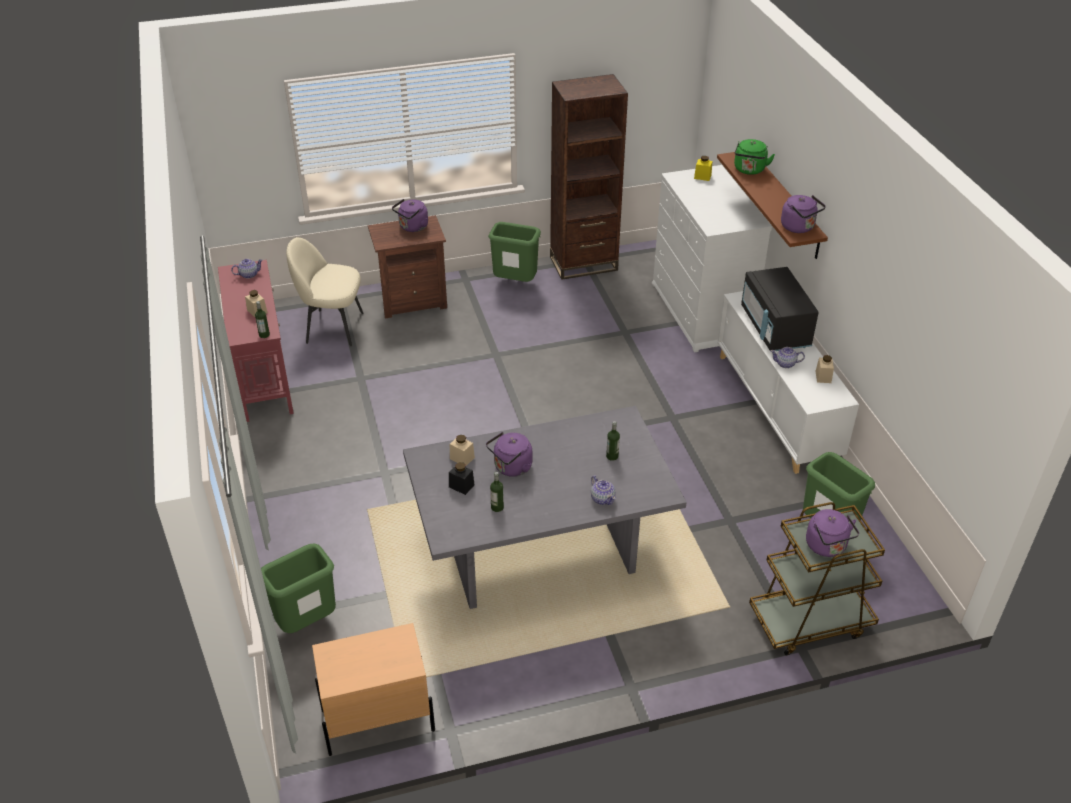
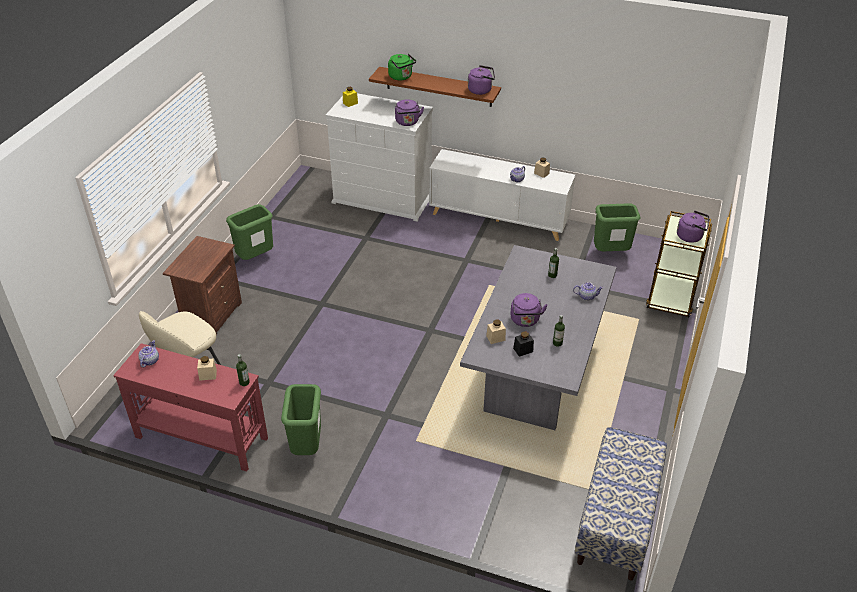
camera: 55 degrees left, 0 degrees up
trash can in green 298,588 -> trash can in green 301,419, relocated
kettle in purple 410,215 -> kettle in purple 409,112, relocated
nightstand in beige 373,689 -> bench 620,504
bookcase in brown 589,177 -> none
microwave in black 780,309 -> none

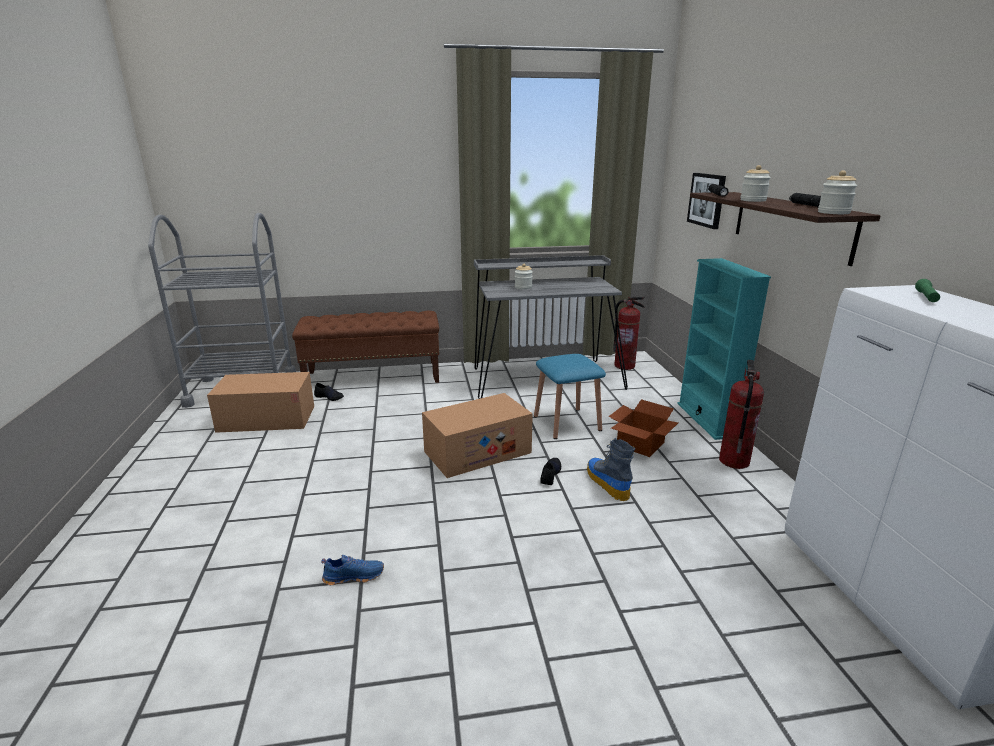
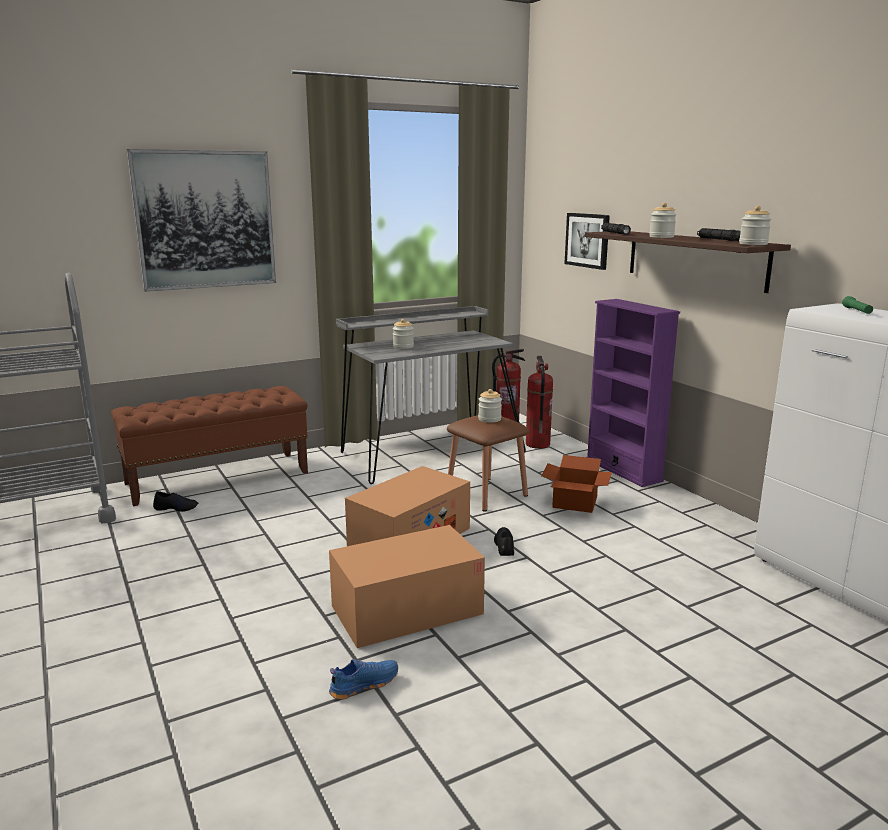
camera: 20 degrees left, 5 degrees down
none -> picture 201,220
cardboard box 260,402 -> cardboard box 407,586, relocated
stool in blue 570,396 -> stool in brown 488,463
none -> jar 490,406
fire extinguisher 741,414 -> fire extinguisher 539,402, relocated
bookcase in turquoise 724,349 -> bookcase in purple 633,393
boot 611,469 -> none

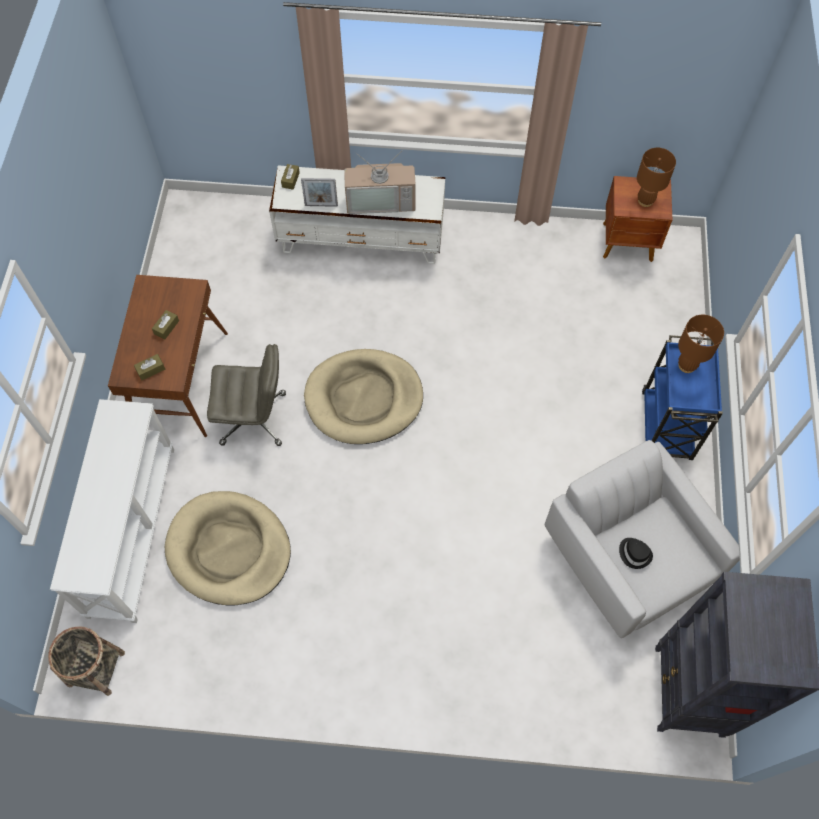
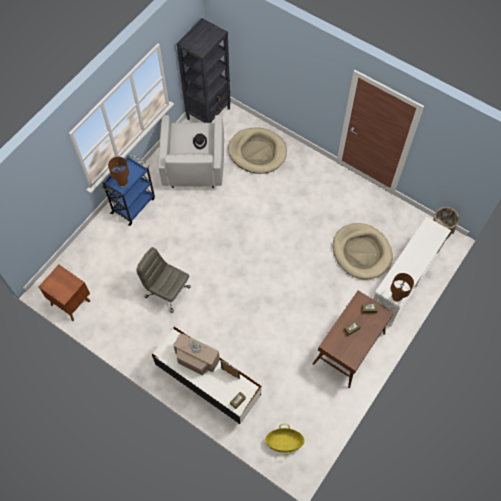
camera: 150 degrees left, 0 degrees up
office chair in grey 246,395 -> office chair in grey 163,280, relocated
dog bed in beige 363,396 -> dog bed in beige 257,150, relocated
none -> basket 285,439
table lamp in brown 656,177 -> table lamp in brown 402,287, relocated

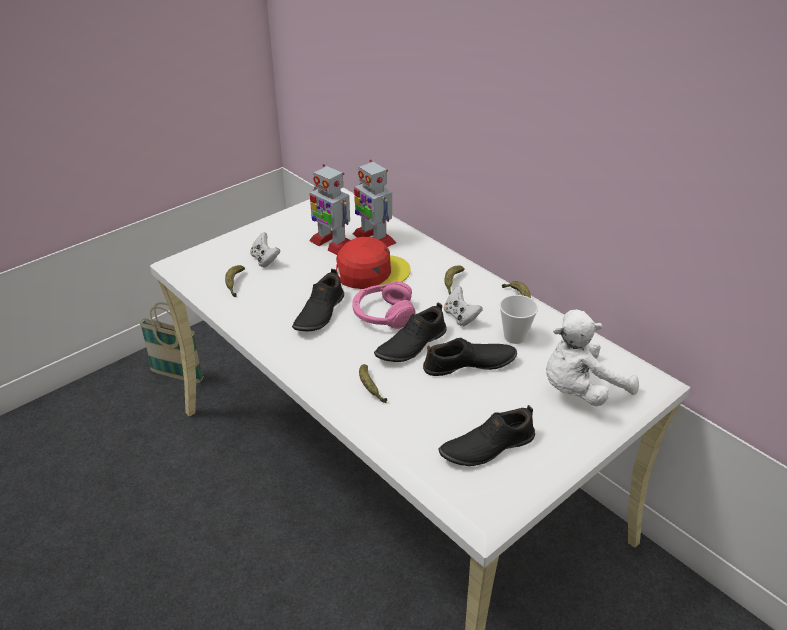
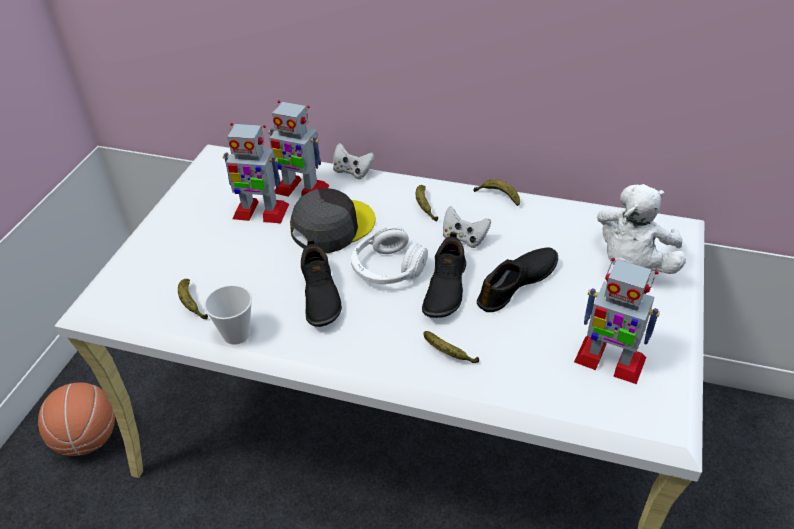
camera: 30 degrees left, 5 degrees up
basket 171,342 -> basketball 76,419
cup 518,319 -> cup 228,315, relocated
cap in red 373,263 -> cap in grey 332,220
game controller in white 265,249 -> game controller in white 354,161, relocated
headphones in pink 383,305 -> headphones in white 389,254
shoe in black 487,435 -> toy robot 617,321

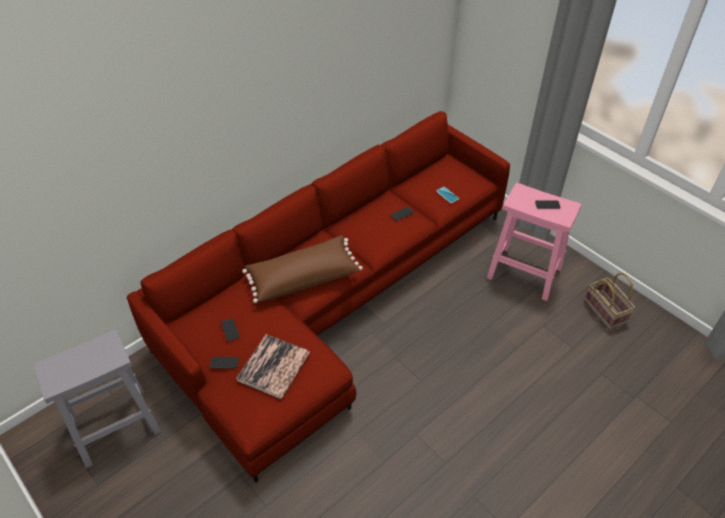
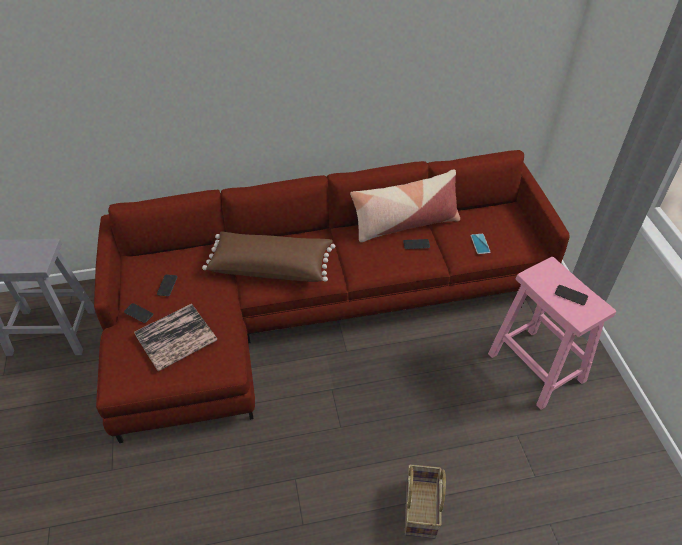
camera: 30 degrees right, 0 degrees up
none -> pillow 405,205
basket 609,301 -> basket 425,501, relocated

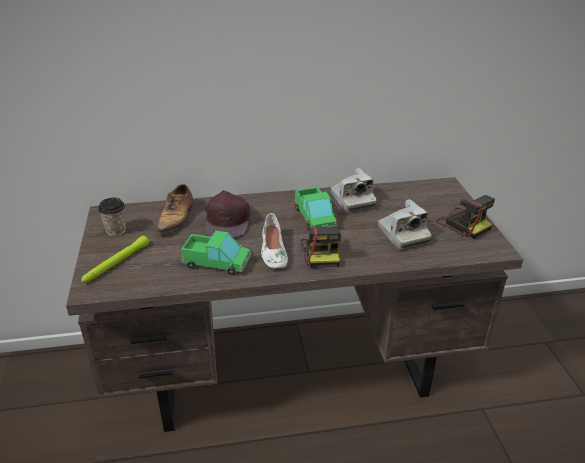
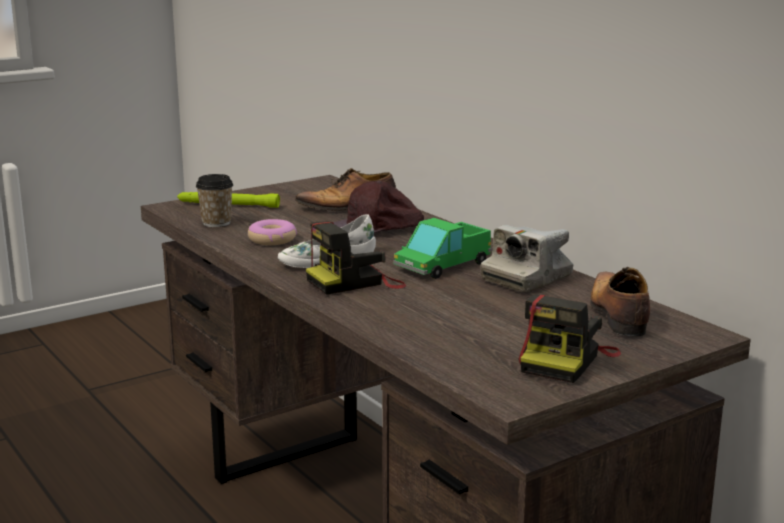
camera: 65 degrees right, 15 degrees down
cup 112,217 -> cup 214,200, relocated
toy truck 216,253 -> donut 272,232
none -> shoe 620,301
photo camera 405,224 -> none

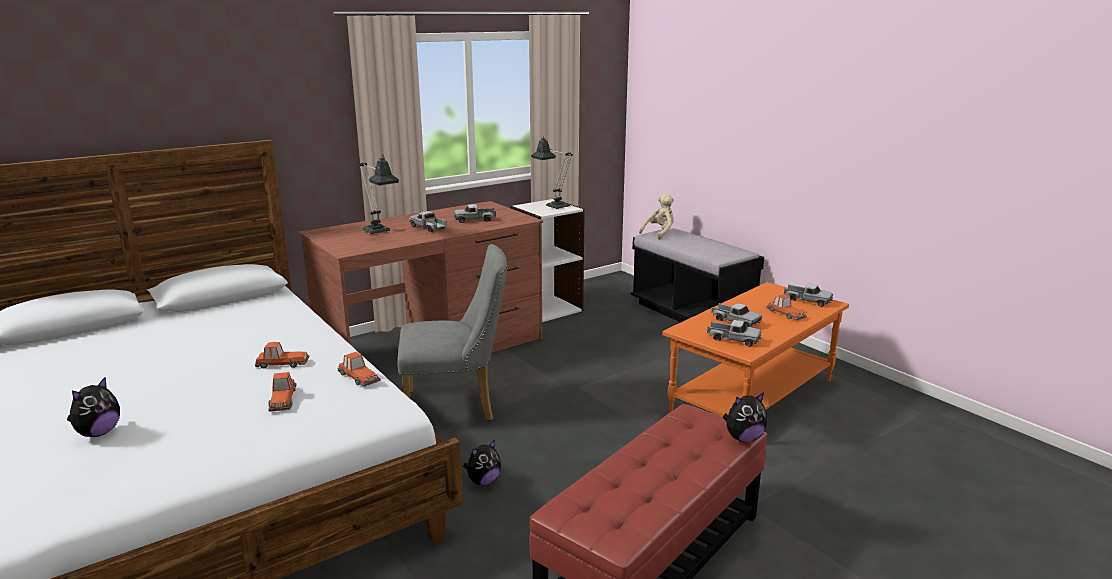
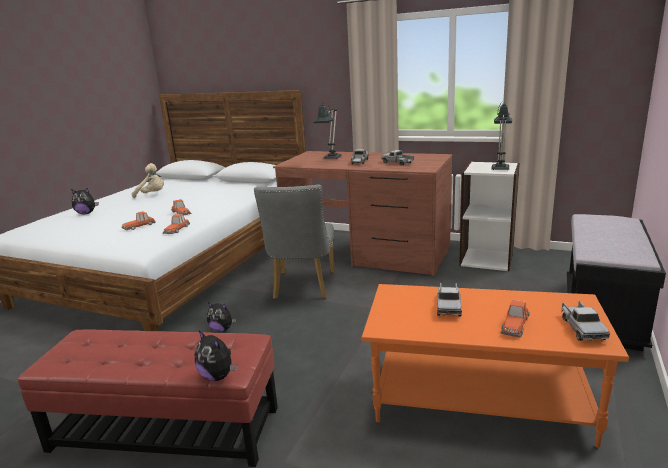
camera: 60 degrees right, 0 degrees up
plush toy in beige 656,217 -> plush toy in beige 148,180, relocated
chair in grey 452,332 -> chair in grey 294,242, 45 degrees clockwise
toy truck 734,333 -> none

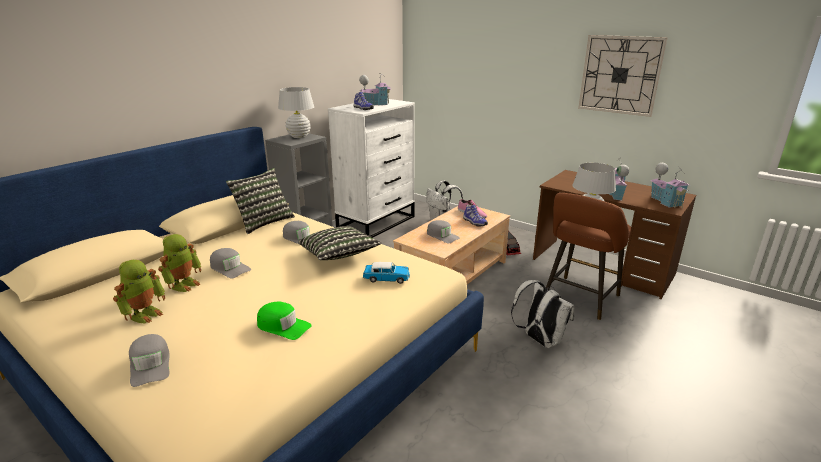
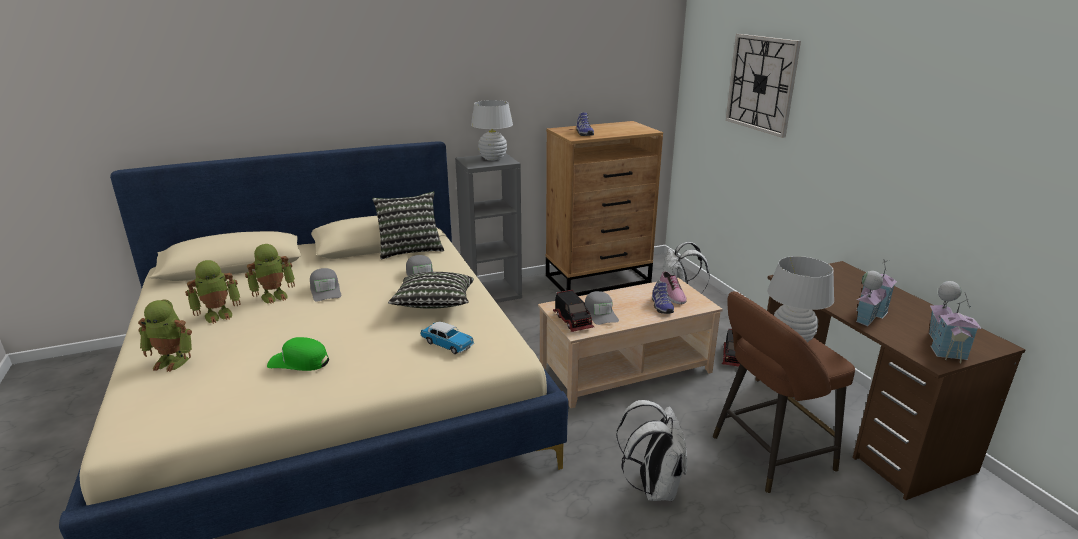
camera: 30 degrees right, 0 degrees up
cap in grey 149,360 -> toy robot 165,335
cap in green 284,320 -> cap in green 298,354, 135 degrees clockwise
dresser in white 371,168 -> dresser in brown 604,208
none -> toy truck 573,311
wall clock 623,76 -> wall clock 763,86, relocated
toy house 375,88 -> none

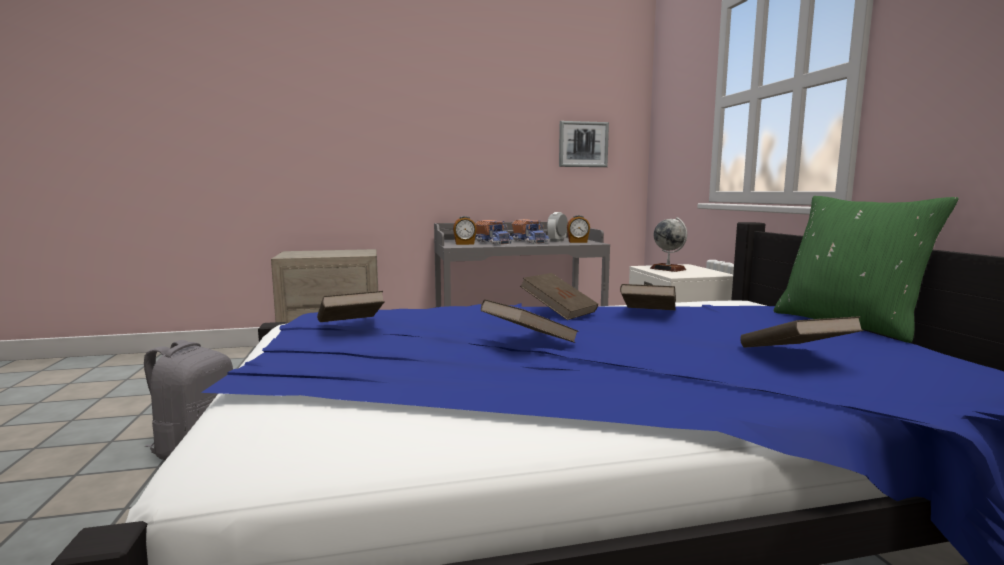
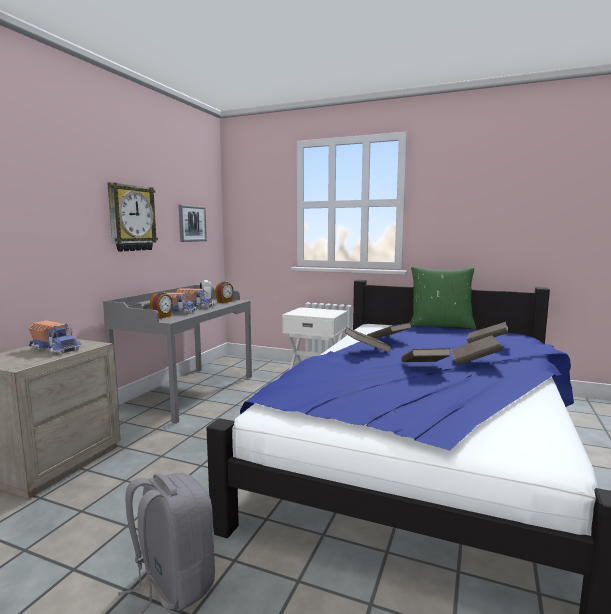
camera: 55 degrees left, 0 degrees up
none -> toy truck 55,337
none -> wall clock 133,217
book in brown 351,306 -> book in brown 476,350, relocated
globe 668,244 -> none

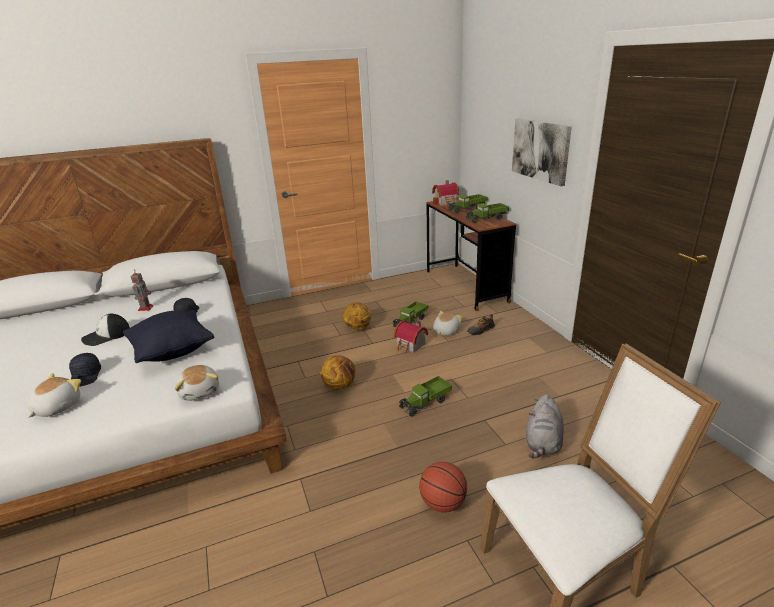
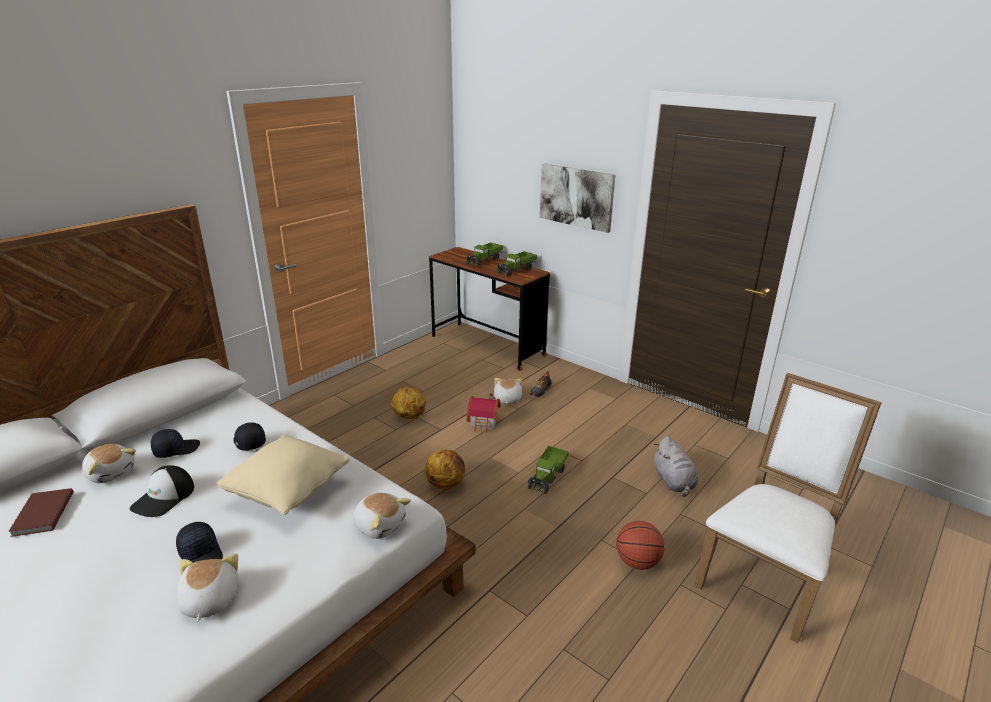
camera: 30 degrees left, 0 degrees up
none -> book in brown 41,512
none -> plush toy 109,463
toy robot 142,291 -> cap in black 175,443
pillow in black 168,336 -> pillow in beige 283,475
toy truck 410,314 -> none
toy house 445,193 -> none

